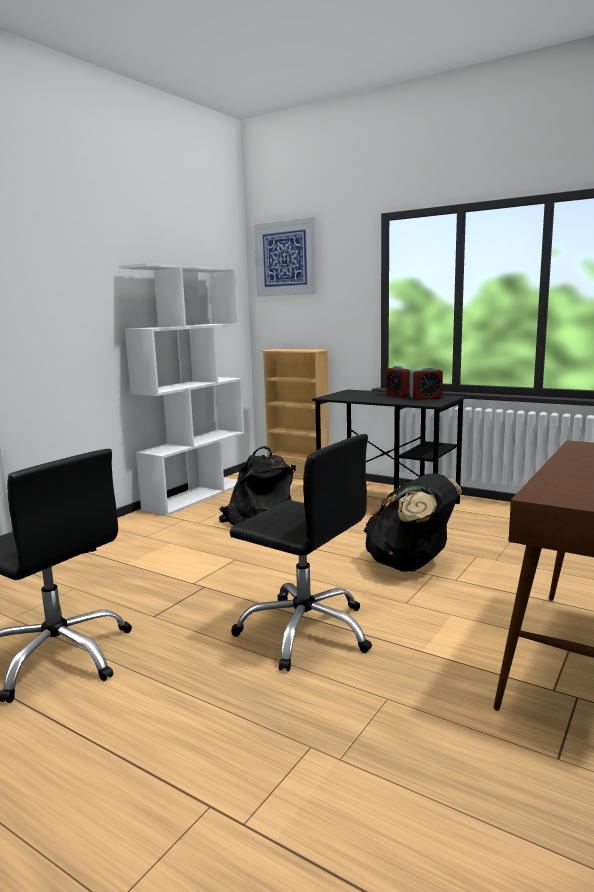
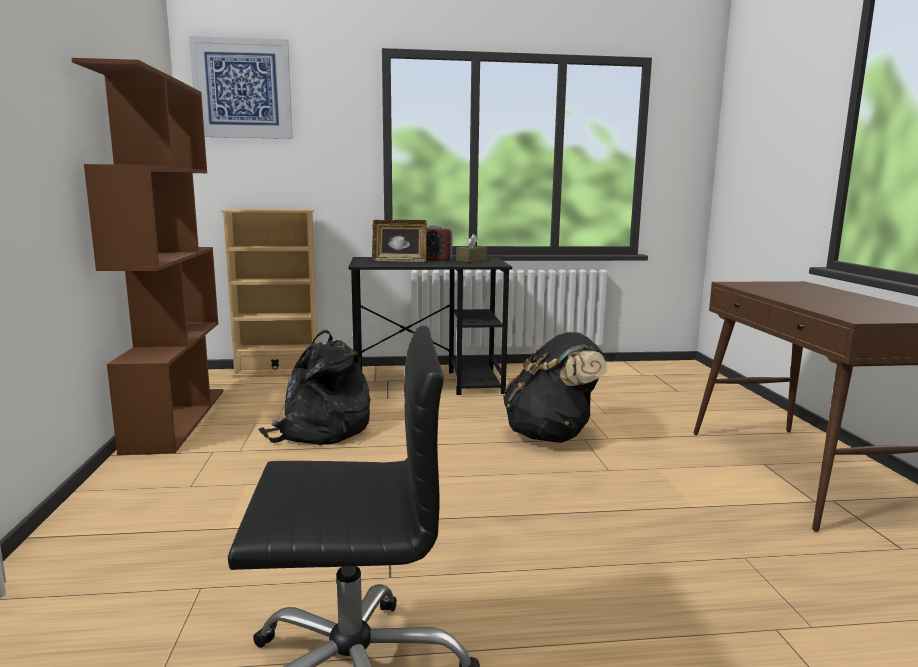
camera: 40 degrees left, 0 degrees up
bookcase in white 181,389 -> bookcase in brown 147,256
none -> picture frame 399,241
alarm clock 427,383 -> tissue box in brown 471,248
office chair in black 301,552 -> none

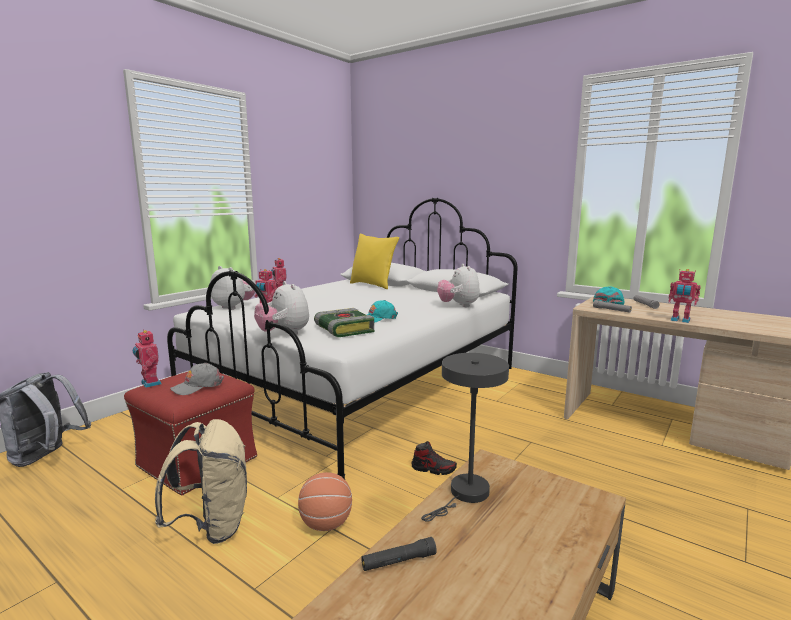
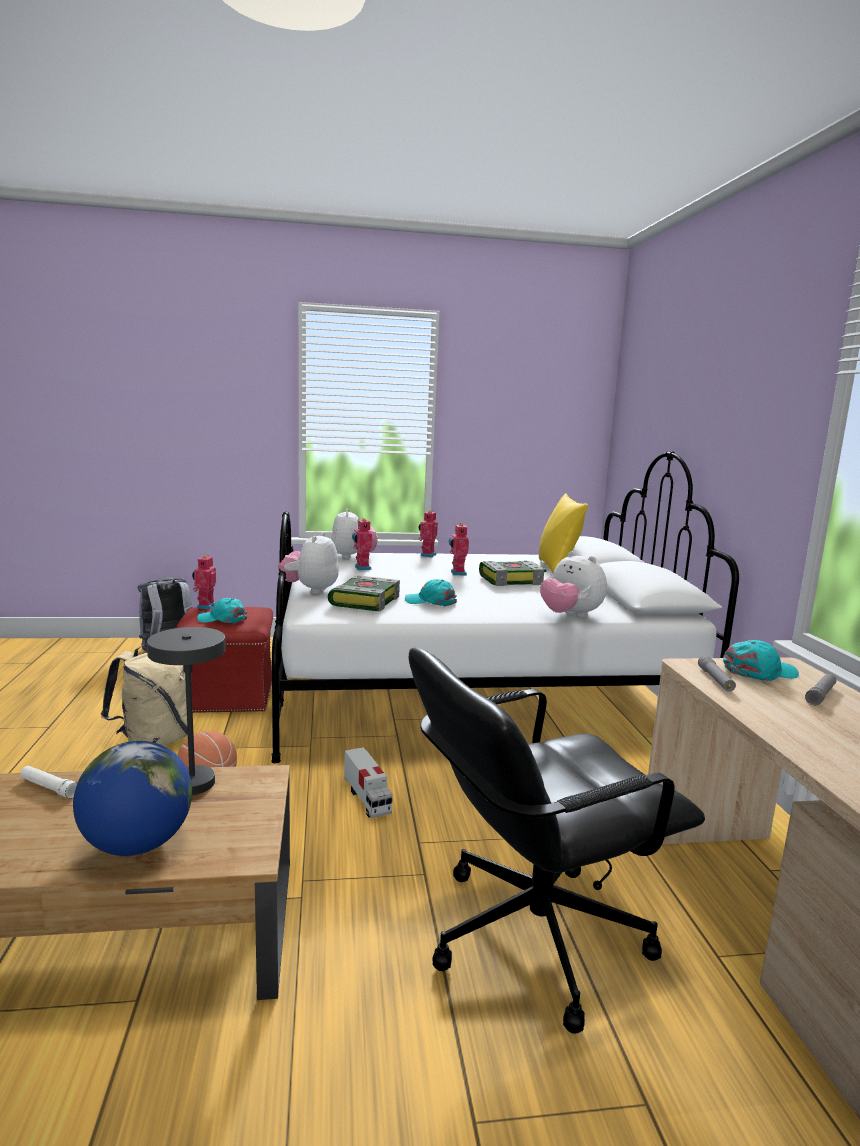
camera: 45 degrees right, 0 degrees up
flashlight in black 399,554 -> flashlight in white 48,782
none -> globe 132,798
cap in grey 197,379 -> cap in turquoise 222,610
shoe 434,458 -> toy truck 368,782
none -> office chair in black 557,841
toy robot 685,296 -> toy robot 459,549, relocated
none -> book 512,573
plush toy 458,285 -> plush toy 573,585, 75 degrees counterclockwise

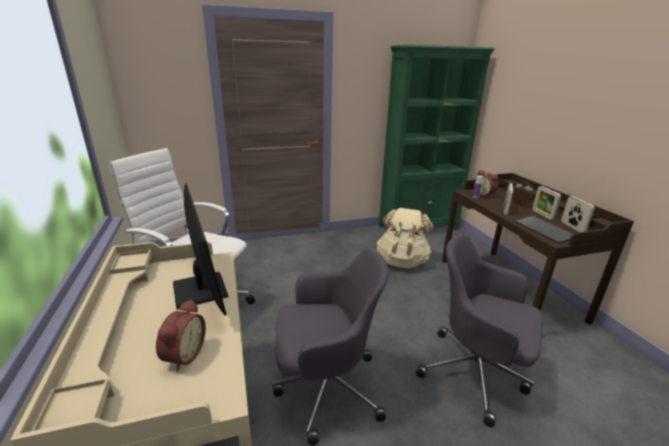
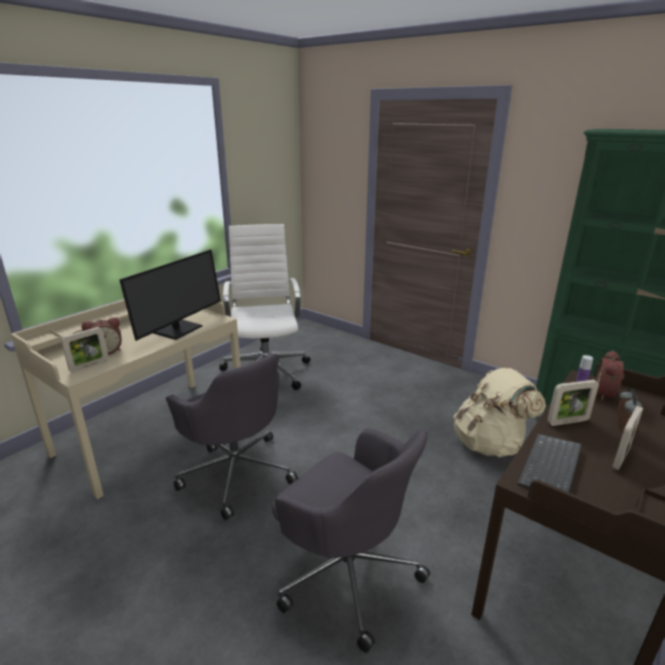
camera: 55 degrees right, 0 degrees up
picture frame 577,214 -> picture frame 85,350, relocated
office chair in grey 479,330 -> office chair in grey 351,540, 135 degrees clockwise

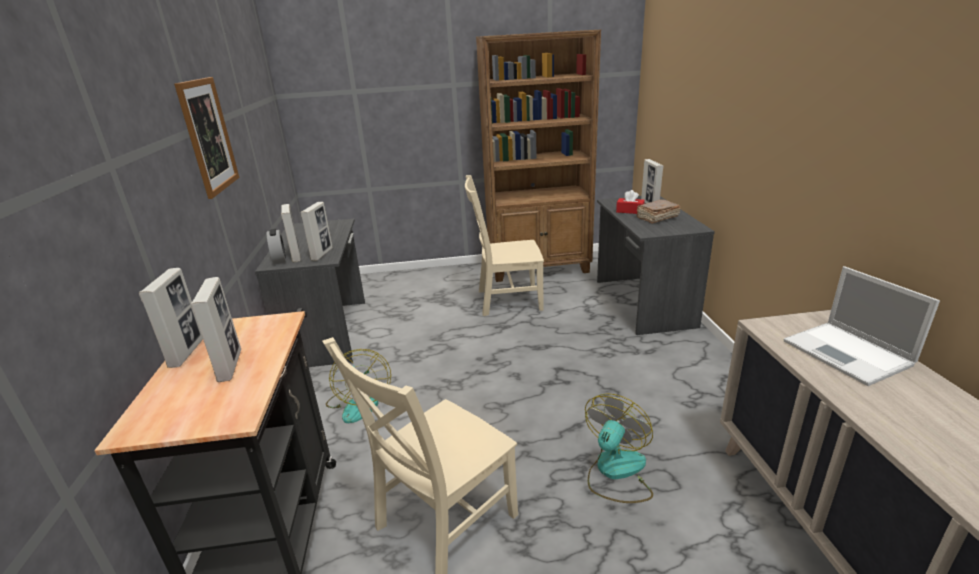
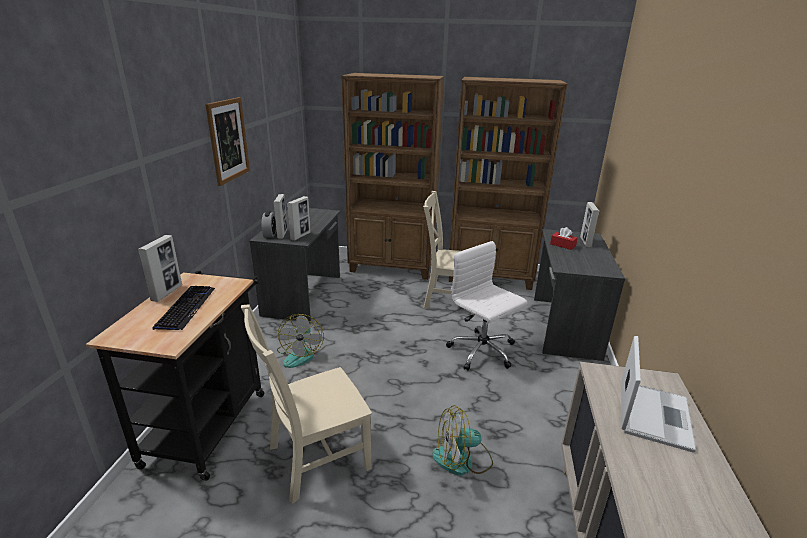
camera: 15 degrees right, 0 degrees up
picture frame 216,329 -> keyboard 183,308
none -> bookcase in brown 392,176
fan 619,448 -> fan 462,440, 150 degrees counterclockwise
none -> office chair in white 487,306
laptop 862,326 -> laptop 658,394, 150 degrees counterclockwise
book in brown 658,211 -> none

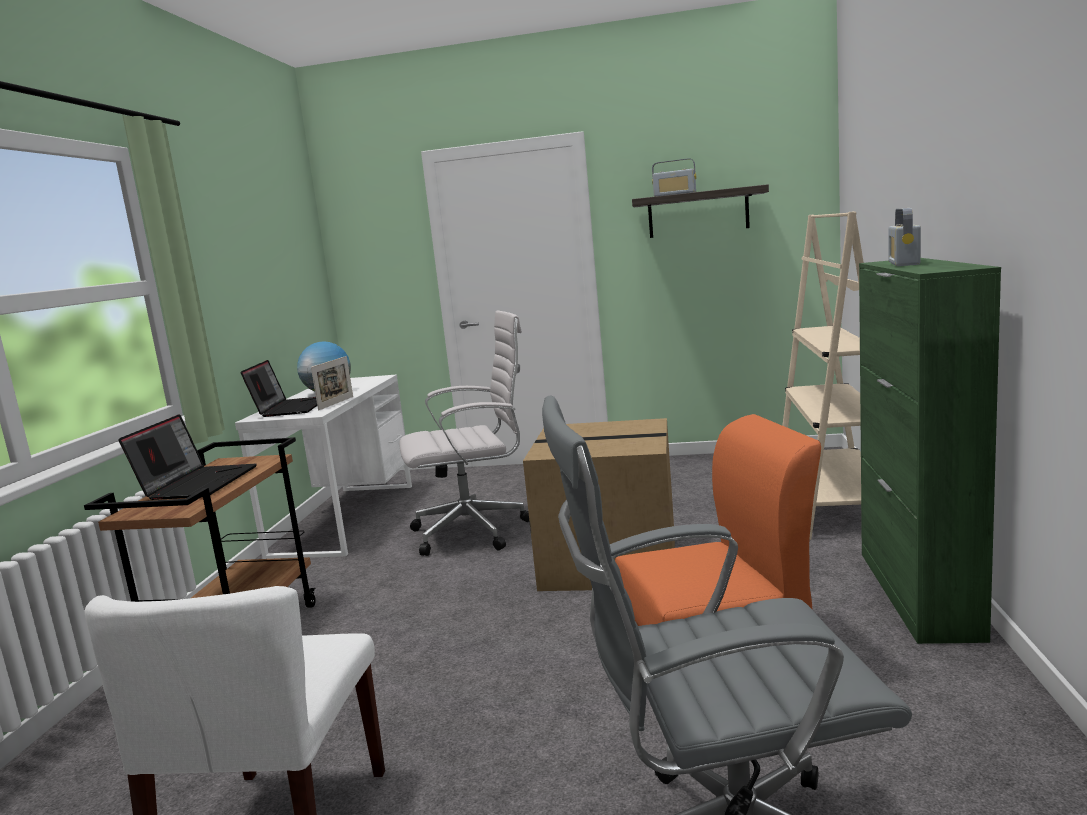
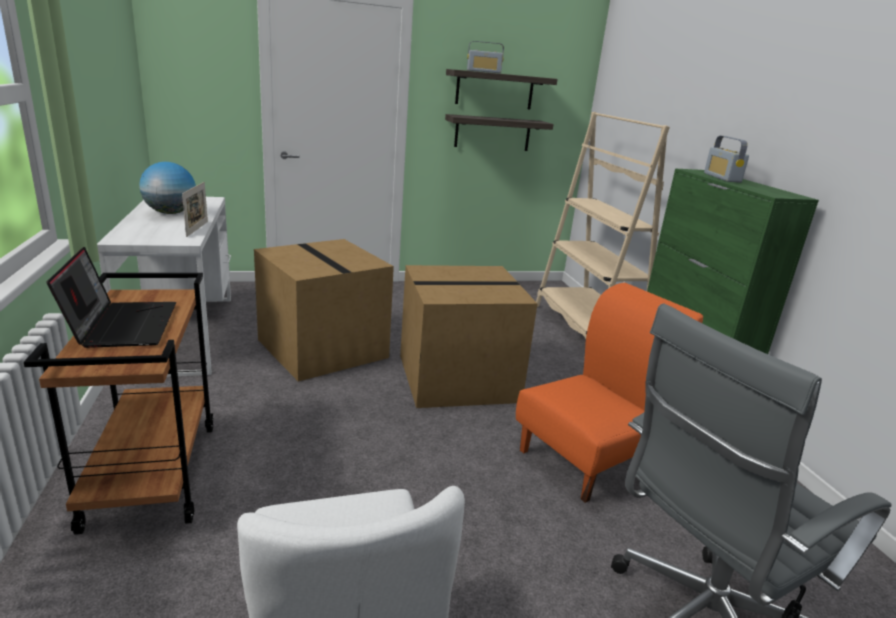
camera: 25 degrees left, 10 degrees up
office chair in white 464,433 -> cardboard box 324,310
none -> shelf 499,132
laptop 278,388 -> none

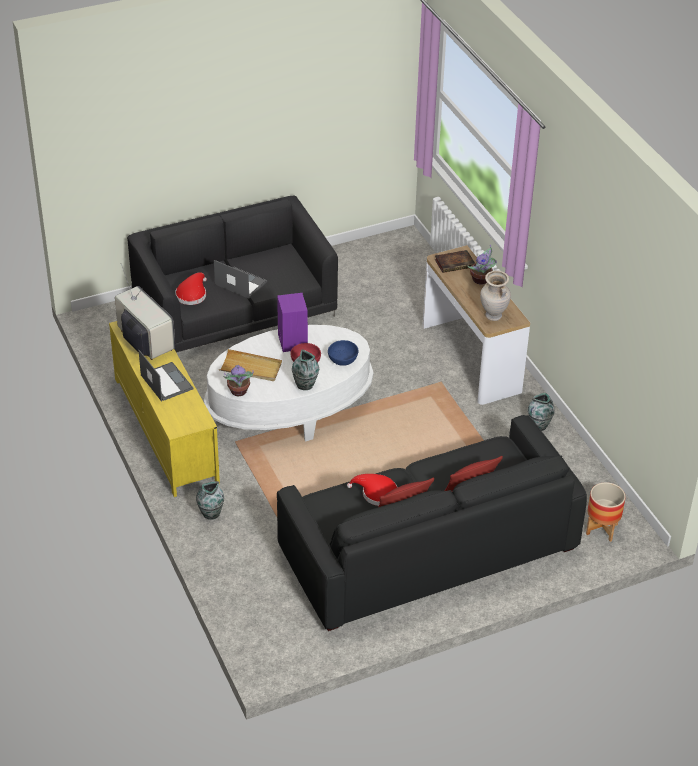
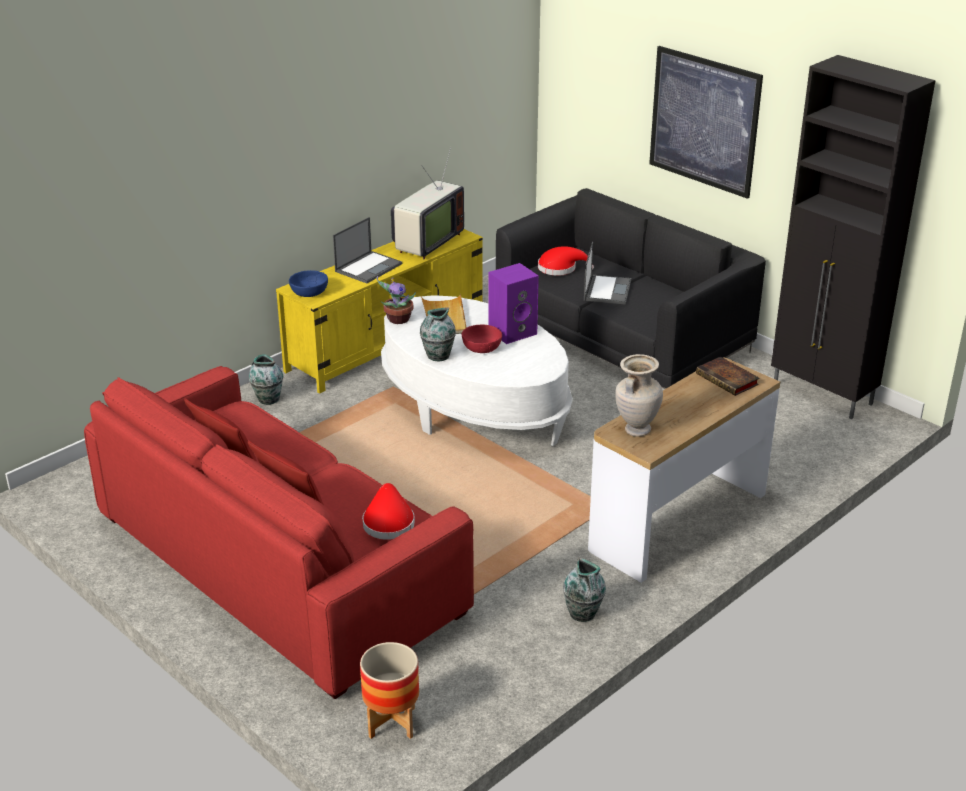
camera: 70 degrees right, 10 degrees down
sofa in black 432,523 -> sofa in red 279,532
bowl in blue 343,353 -> bowl in blue 308,283, relocated
hat in red 372,490 -> hat in red 388,511, relocated
none -> picture 706,122
none -> cabinet in black 853,237
potted plant 482,264 -> none

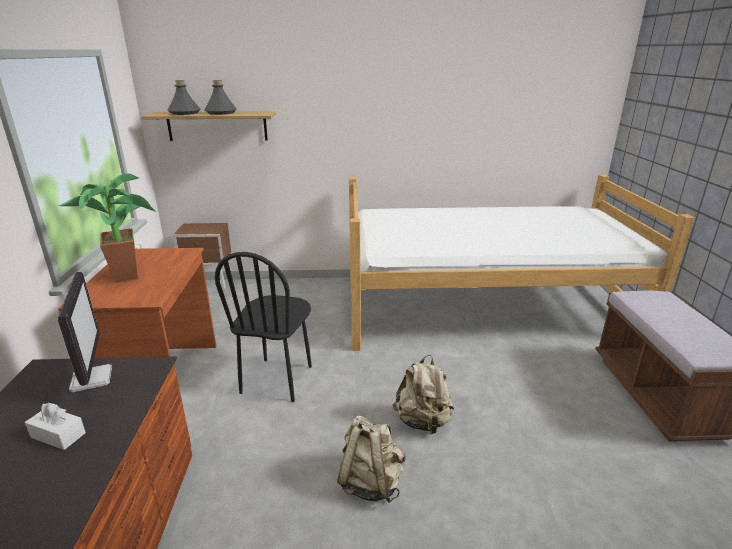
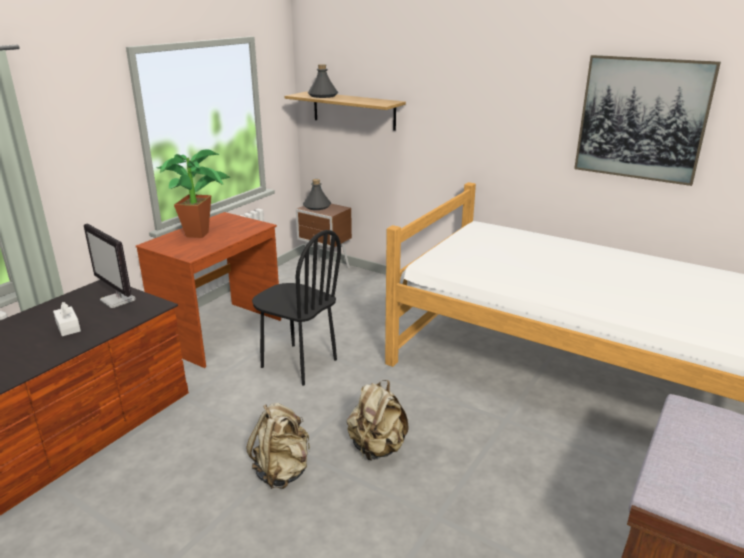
camera: 35 degrees right, 0 degrees up
monitor 85,332 -> monitor 110,266, 120 degrees clockwise
chair in black 263,327 -> chair in black 296,308, 105 degrees counterclockwise
bottle in grey 221,97 -> bottle in grey 317,194, relocated
none -> picture 647,120

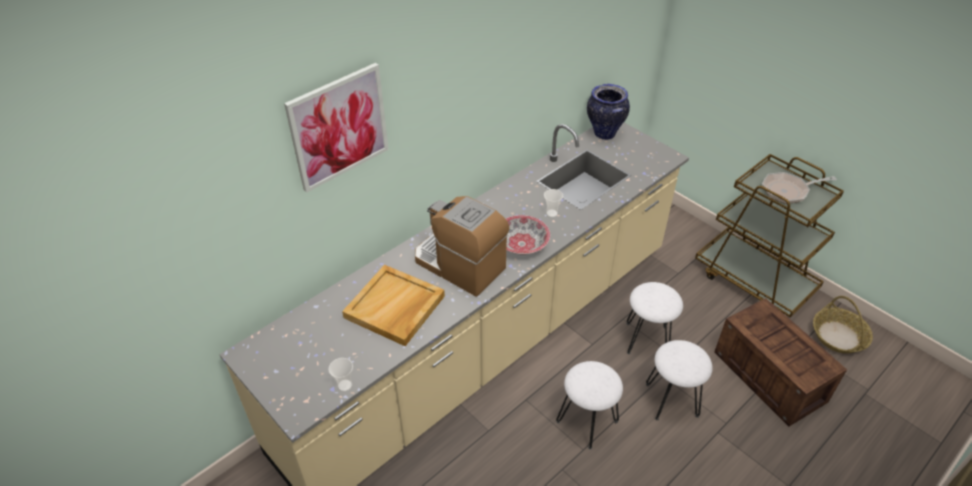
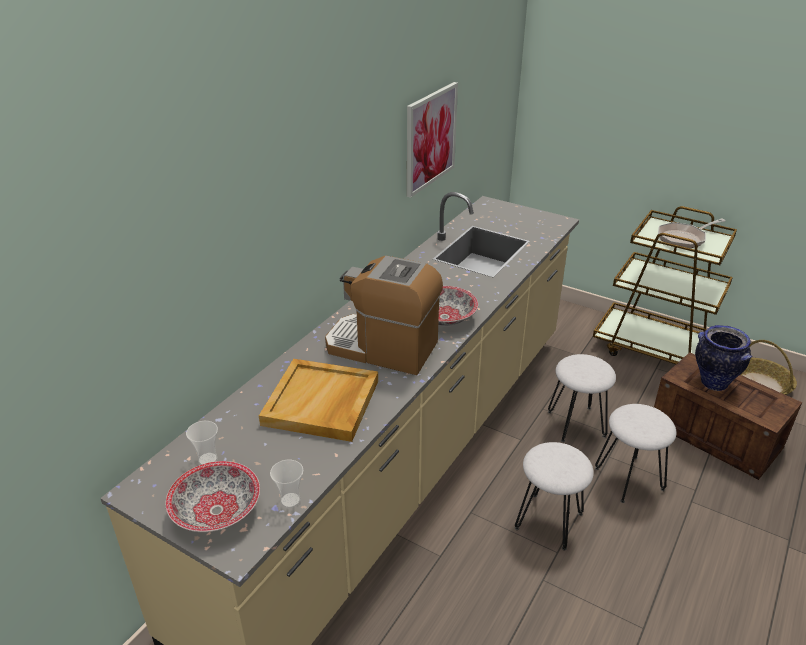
camera: 15 degrees left, 10 degrees down
none -> bowl 212,496
cup 553,203 -> cup 202,443, relocated
picture 336,128 -> picture 432,140, relocated
vase 608,112 -> vase 723,358, relocated

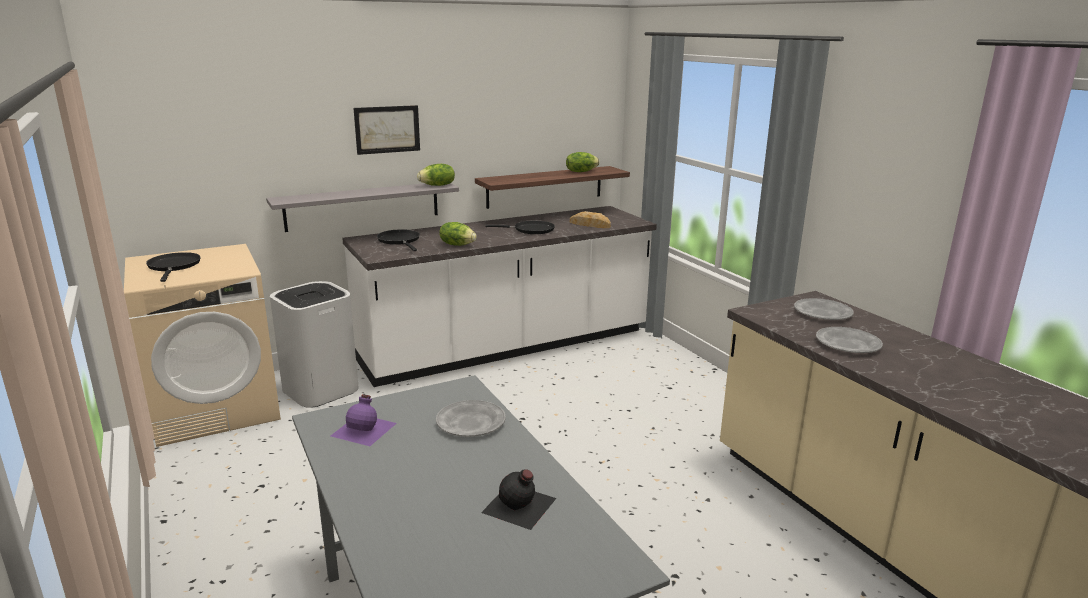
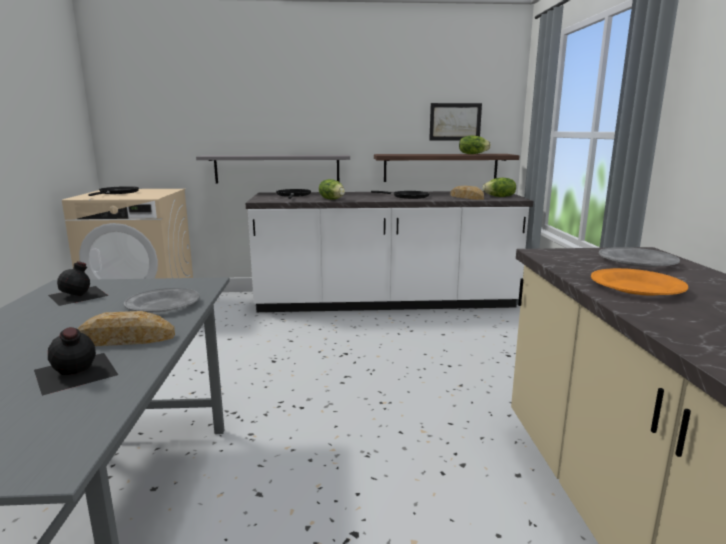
camera: 25 degrees right, 5 degrees down
bottle in purple 364,420 -> bottle in black 78,283
none -> bread 126,328
picture 386,130 -> picture 455,121, relocated
lettuce 436,175 -> lettuce 499,187, relocated
plate in grey 849,340 -> plate in orange 639,282
trash can in white 314,344 -> none

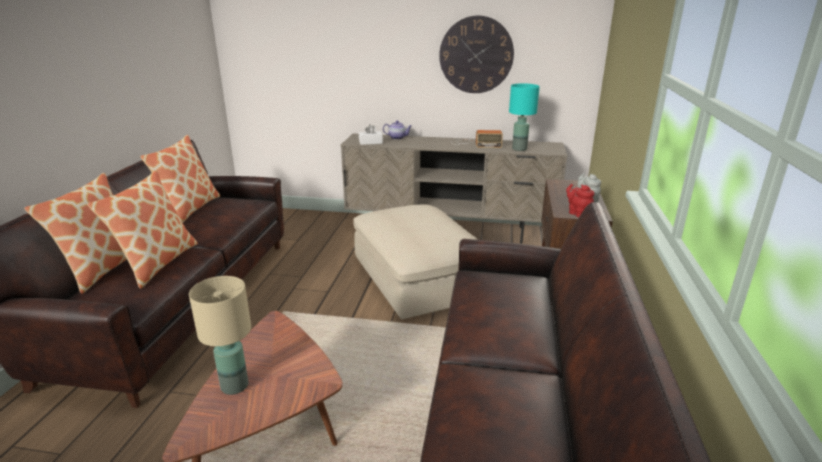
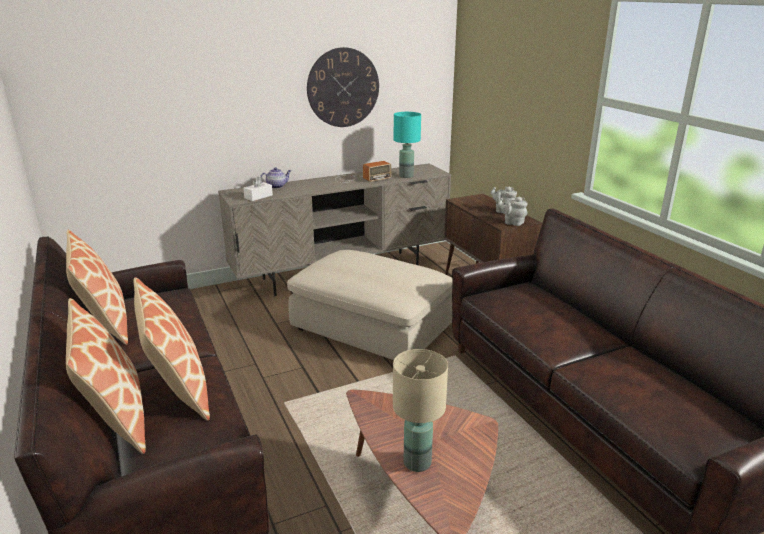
camera: 35 degrees left, 0 degrees up
teapot in red 580,200 -> teapot in grey 512,211

